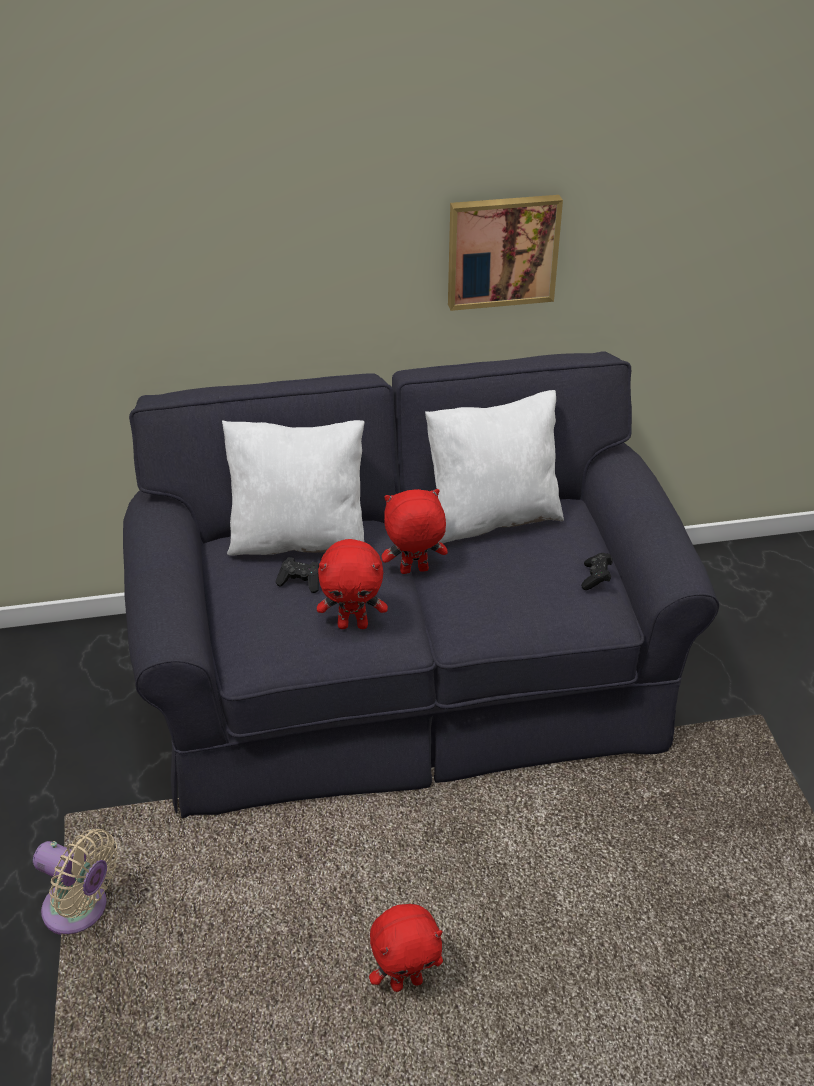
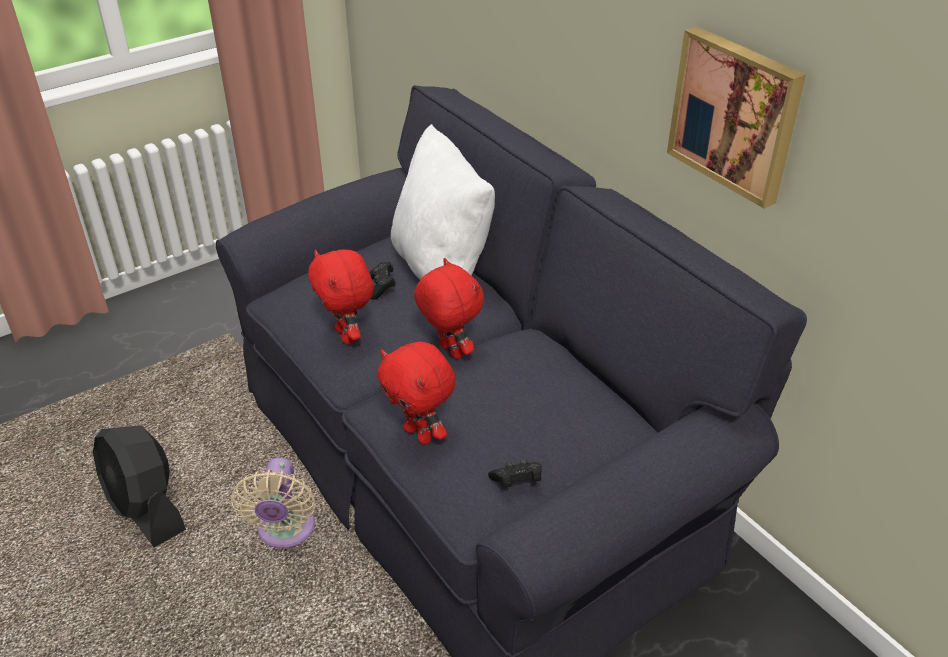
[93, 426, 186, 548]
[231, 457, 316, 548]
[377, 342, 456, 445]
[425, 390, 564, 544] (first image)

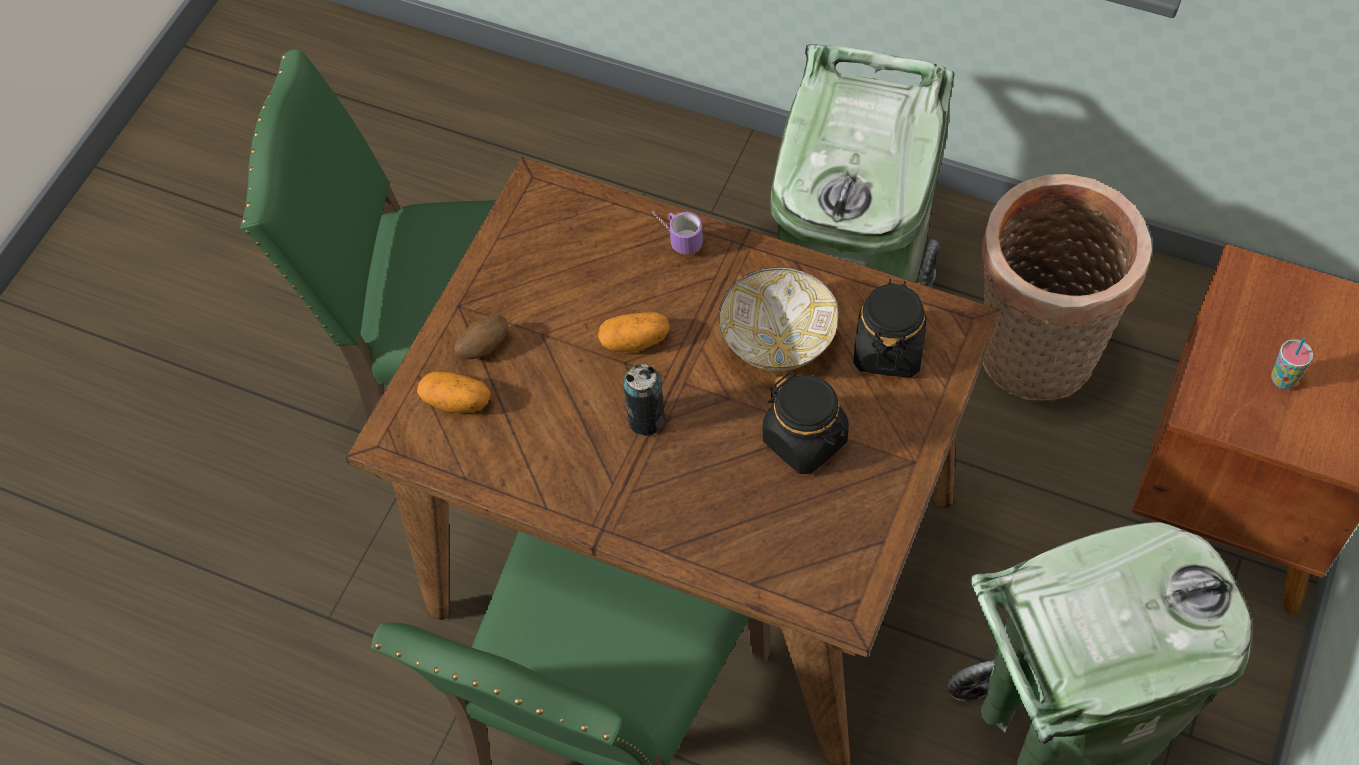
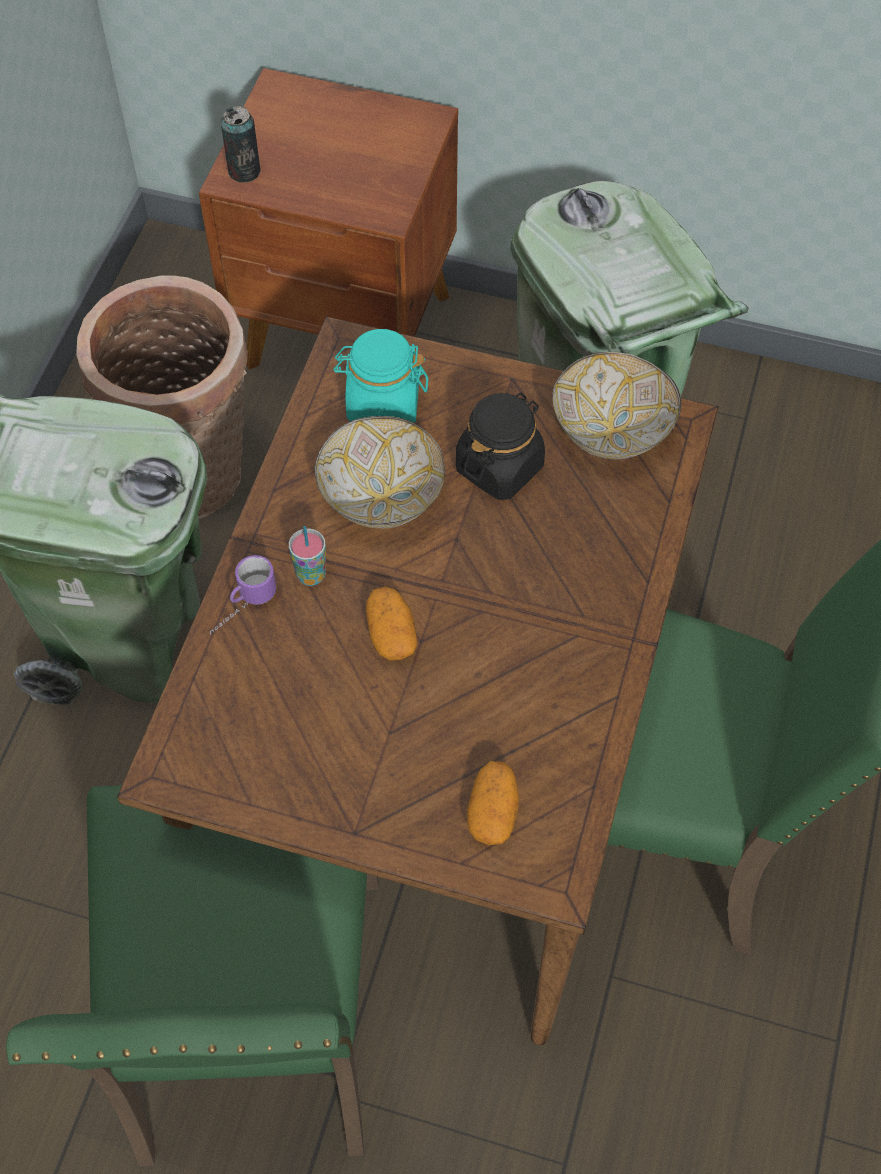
[221, 106, 260, 182]
[289, 526, 326, 586]
[333, 329, 428, 423]
[552, 352, 681, 459]
[454, 316, 508, 359] (first image)

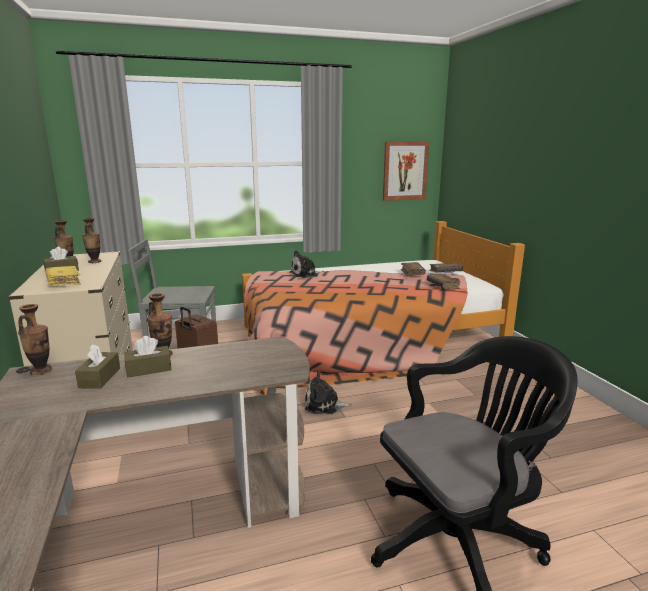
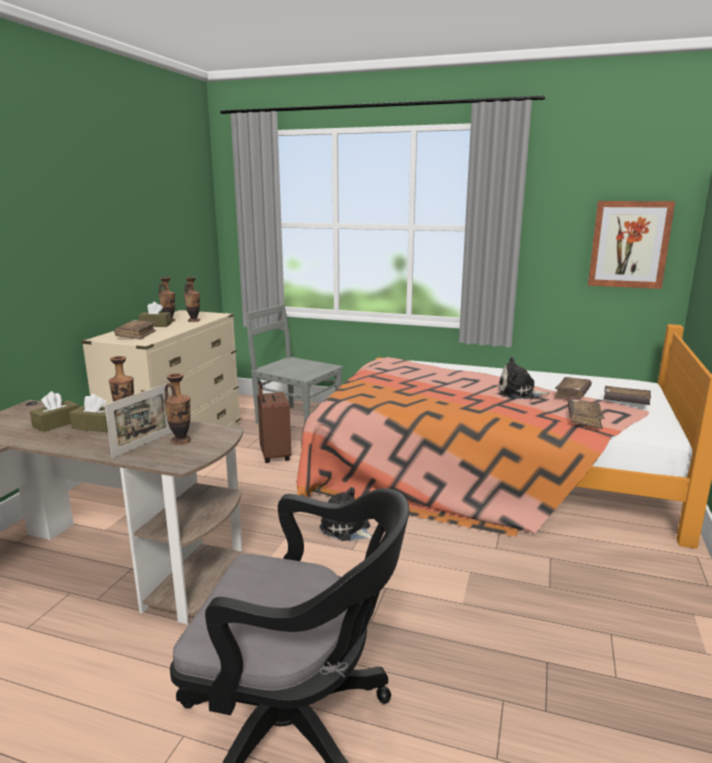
[104, 384, 172, 458]
[114, 320, 156, 340]
[164, 373, 191, 445]
[499, 357, 550, 399]

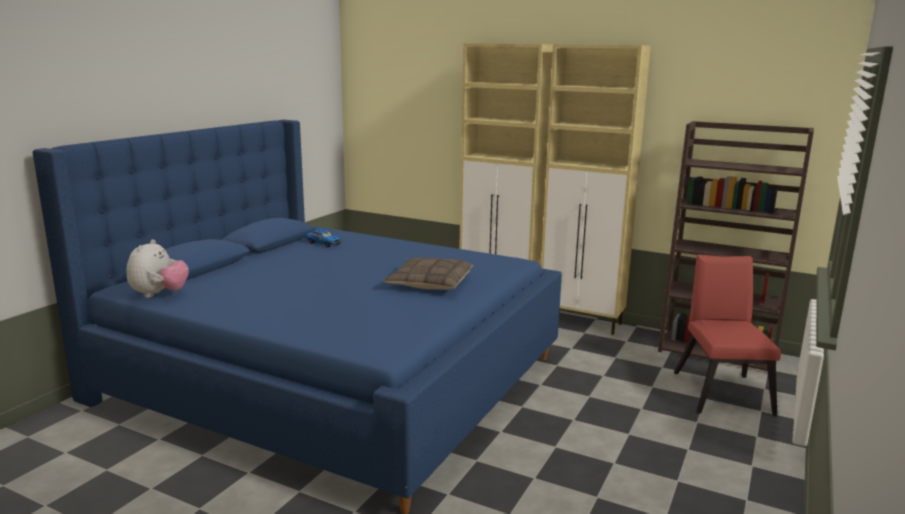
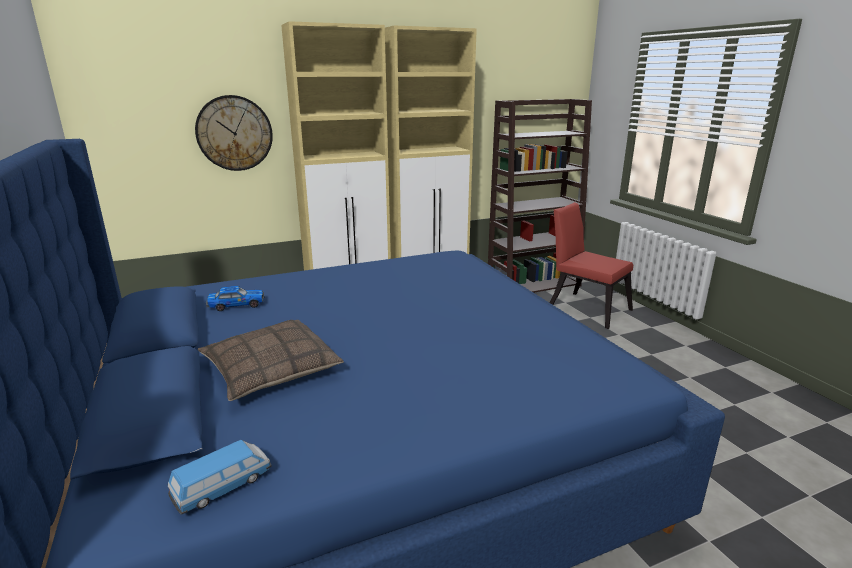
[168, 440, 272, 514]
[195, 95, 273, 171]
[198, 320, 344, 401]

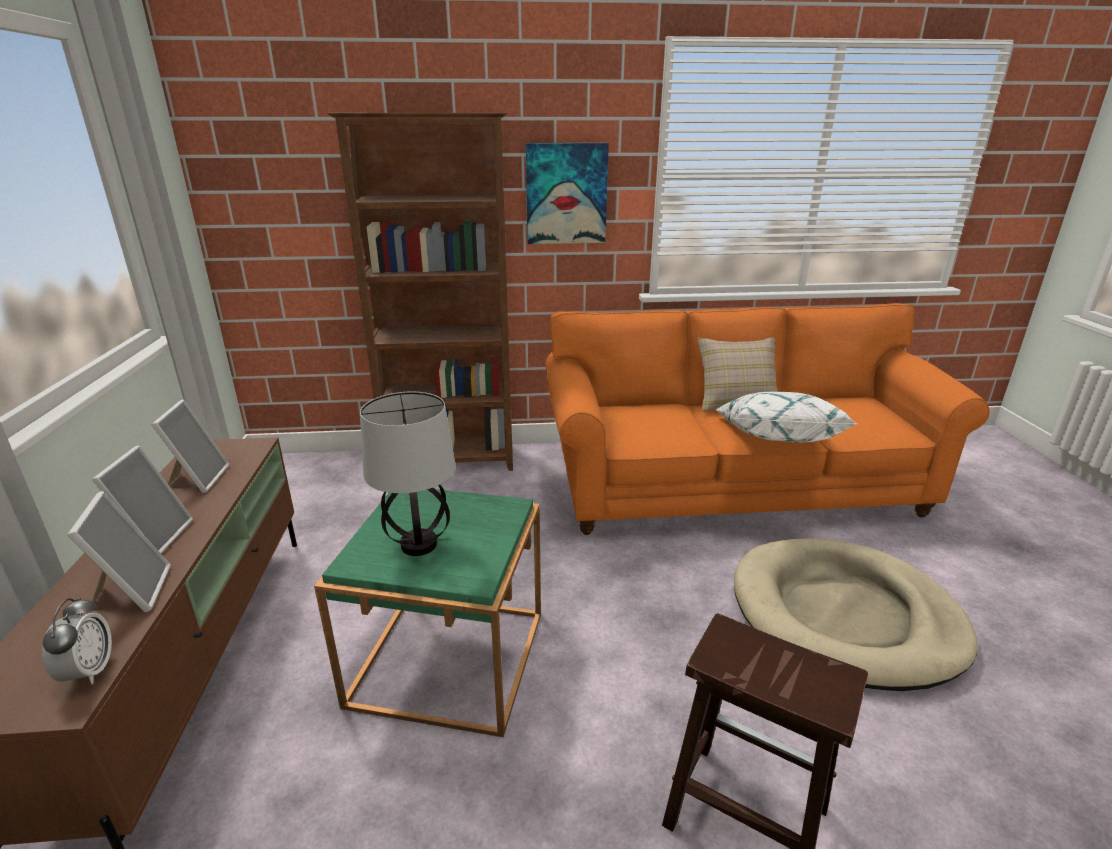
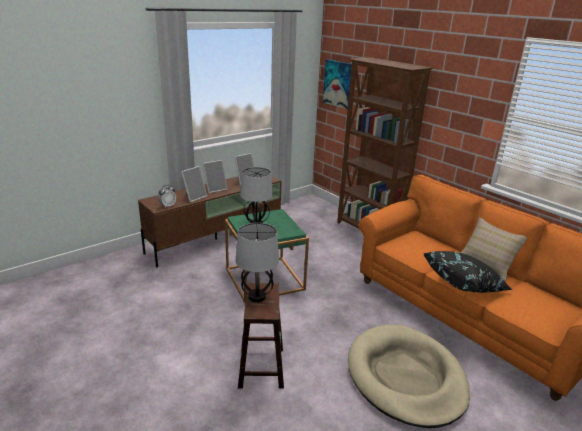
[236, 223, 279, 302]
[323, 59, 352, 109]
[423, 251, 512, 293]

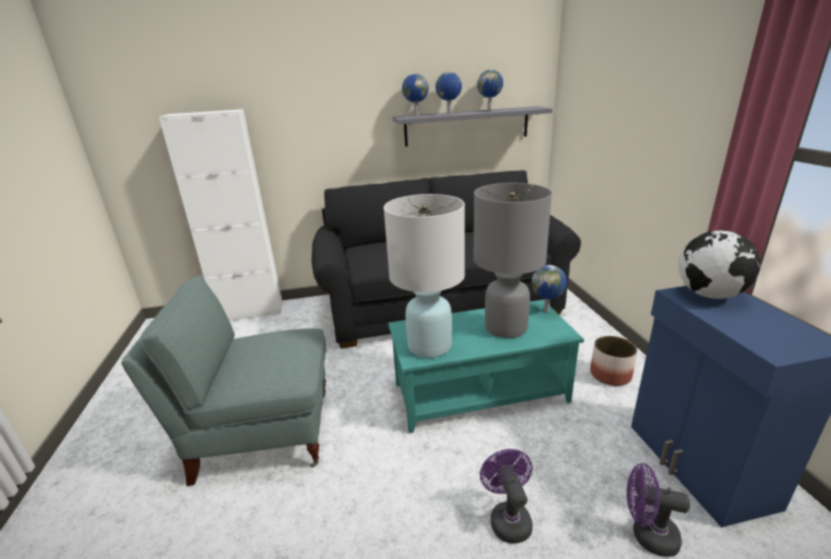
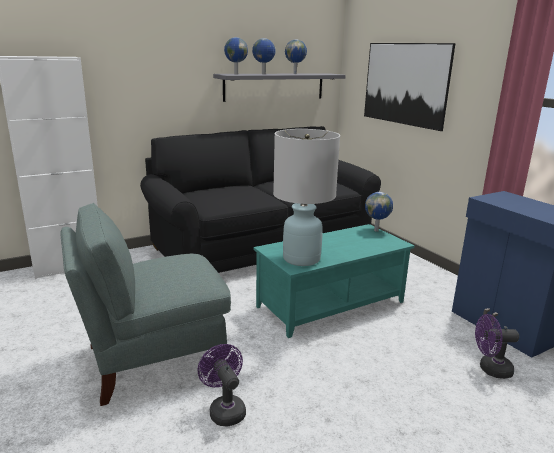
[197, 344, 246, 426]
[364, 43, 456, 131]
[473, 183, 552, 338] (first image)
[590, 336, 637, 386] (first image)
[678, 230, 761, 299] (first image)

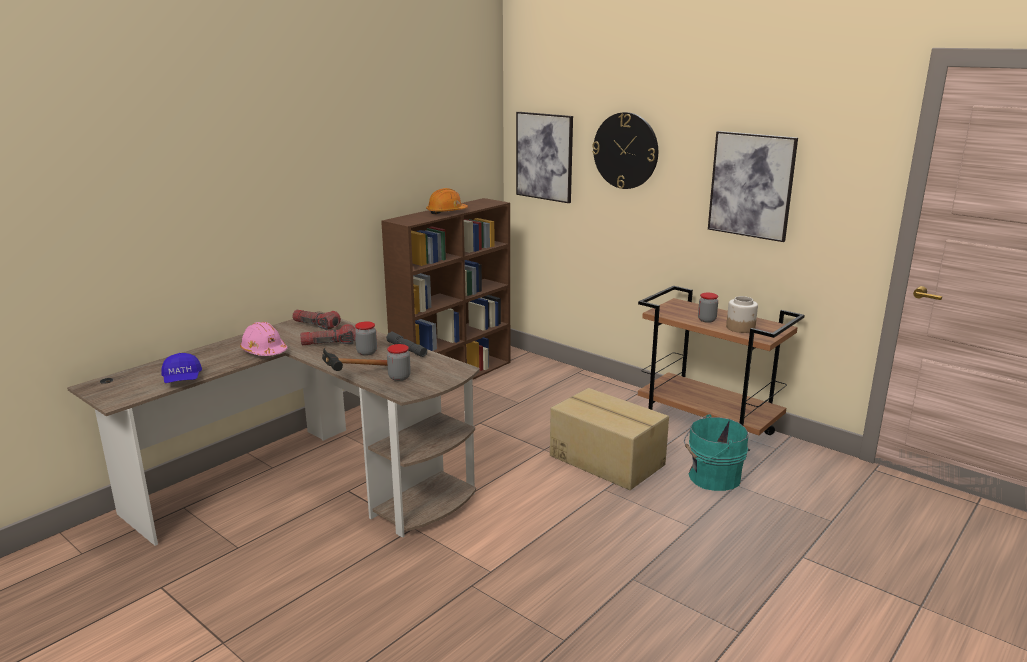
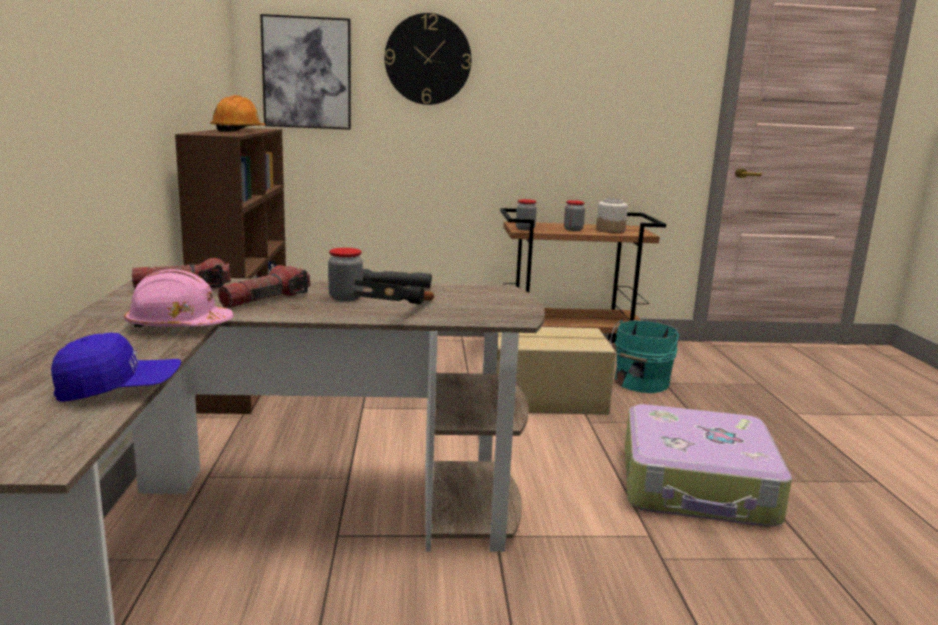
[51, 332, 181, 402]
[516, 199, 537, 230]
[625, 404, 792, 527]
[708, 131, 798, 242] (first image)

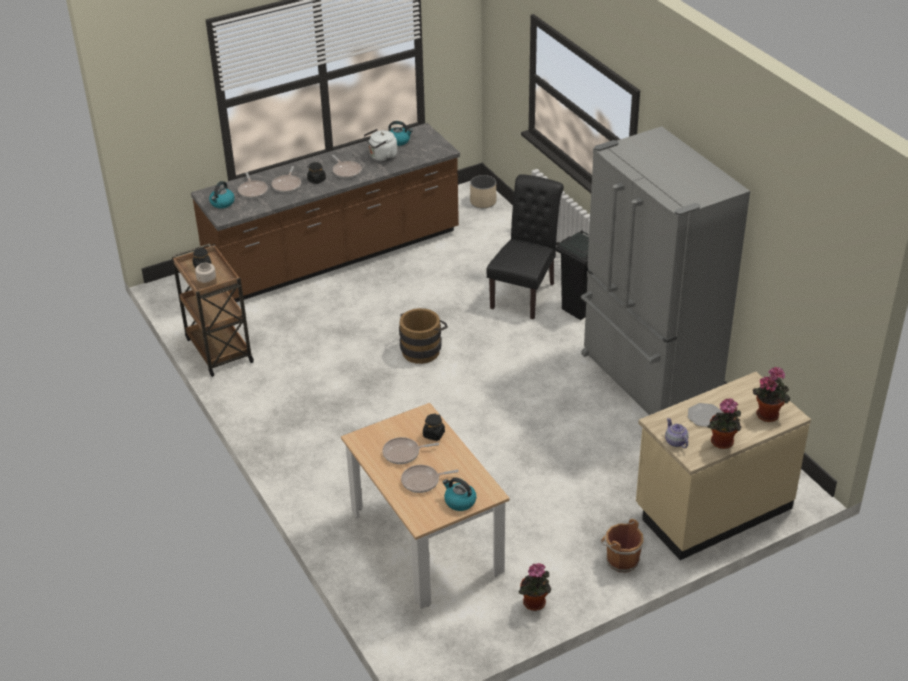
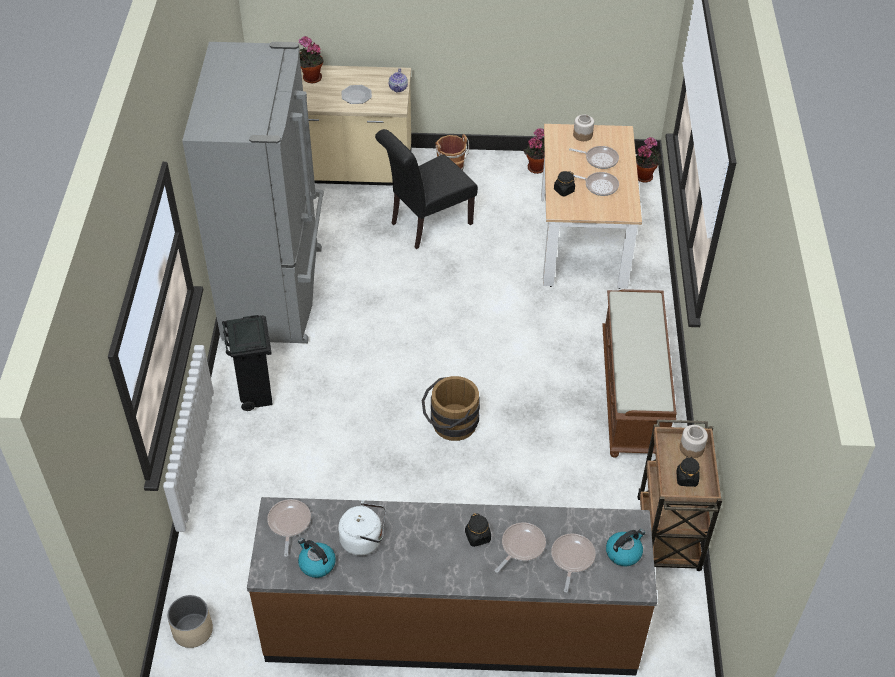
[267, 499, 311, 557]
[375, 129, 478, 249]
[573, 115, 594, 141]
[602, 289, 677, 458]
[636, 137, 662, 183]

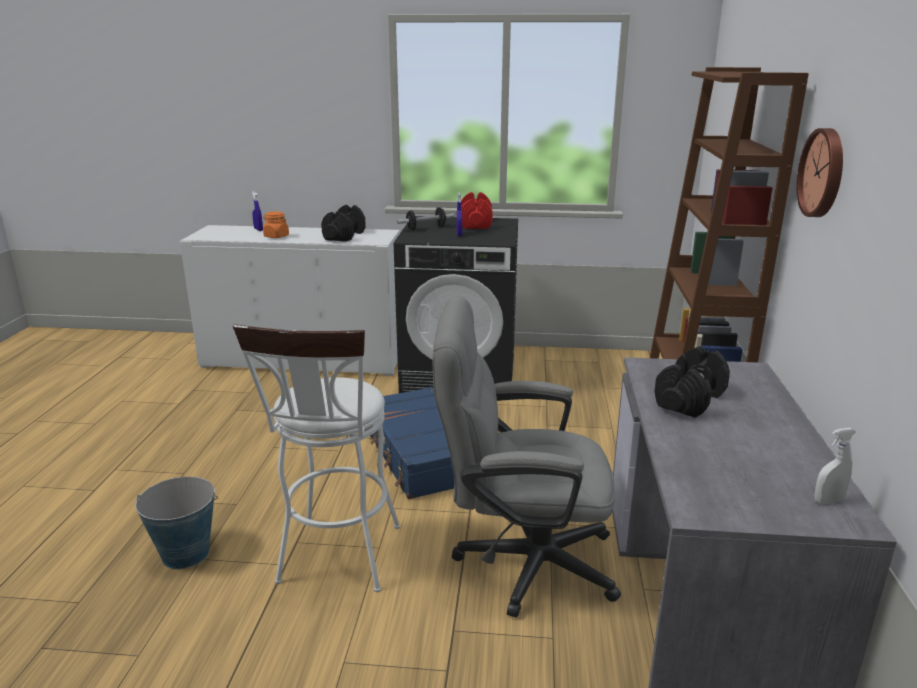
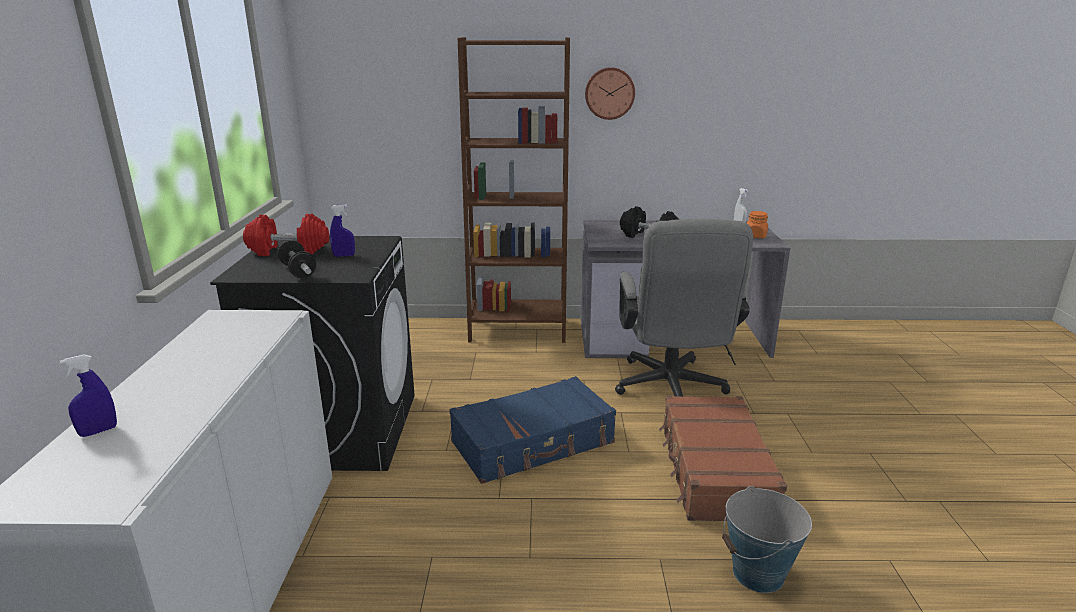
[659, 395, 787, 521]
[747, 211, 768, 238]
[321, 205, 366, 242] (first image)

